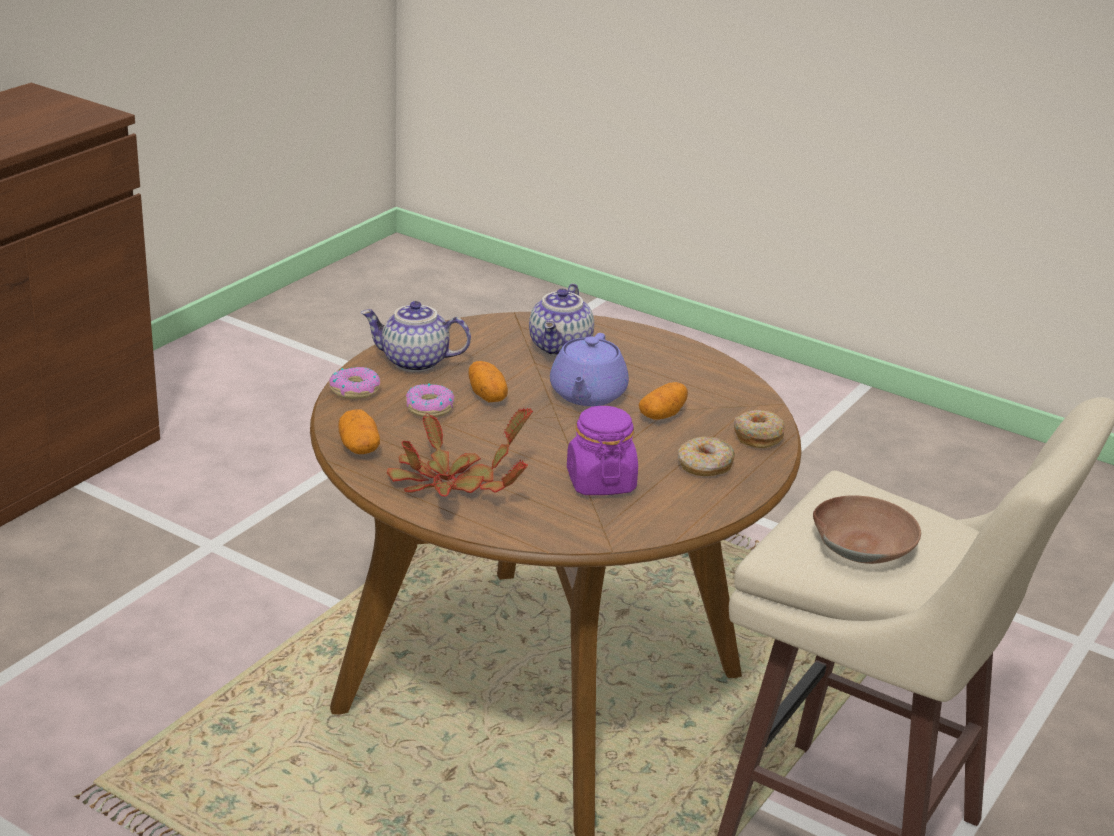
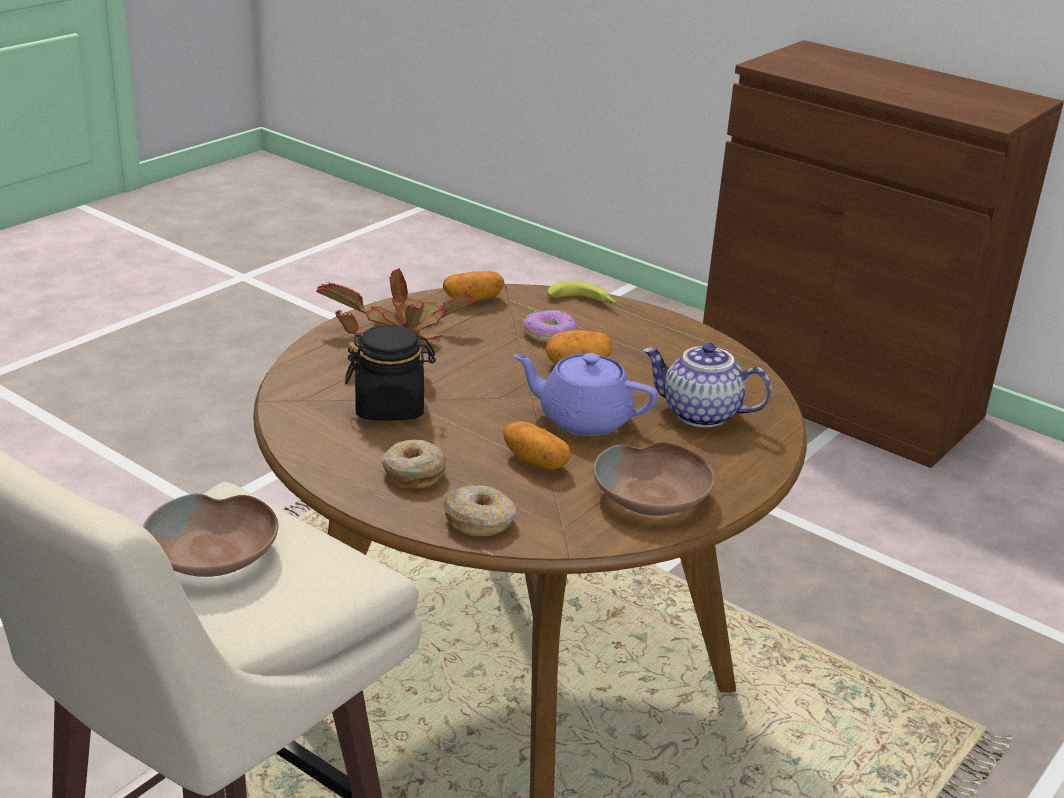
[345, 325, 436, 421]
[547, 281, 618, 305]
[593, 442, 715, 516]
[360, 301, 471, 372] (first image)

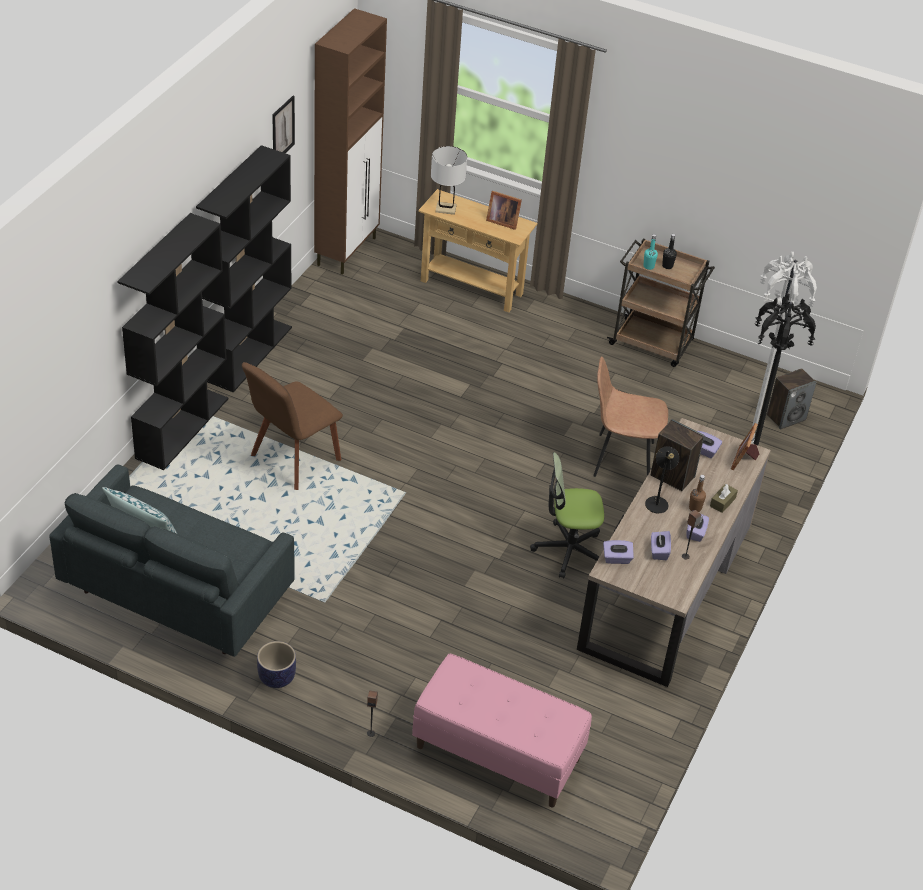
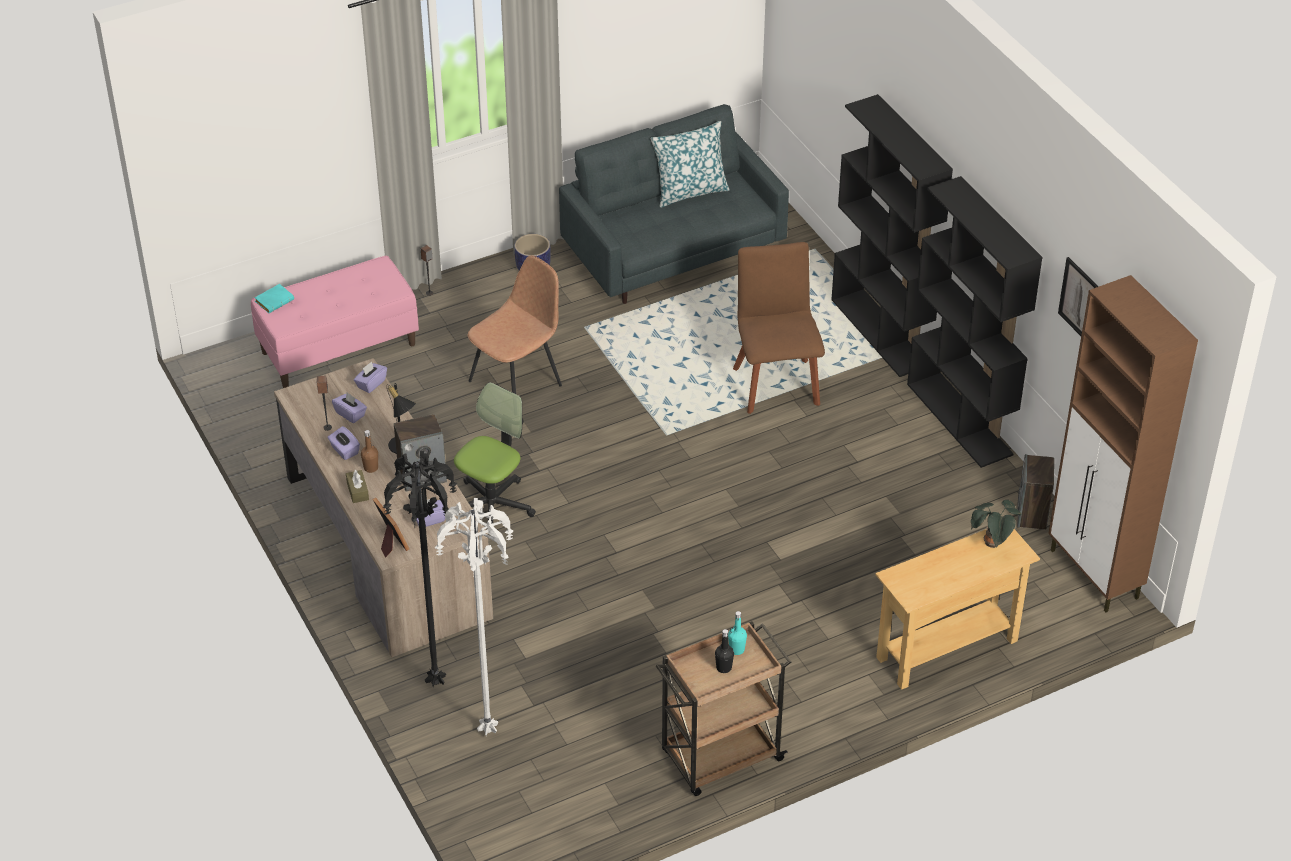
[255, 284, 294, 313]
[468, 255, 562, 394]
[971, 500, 1022, 548]
[1017, 454, 1054, 529]
[486, 191, 522, 230] (first image)

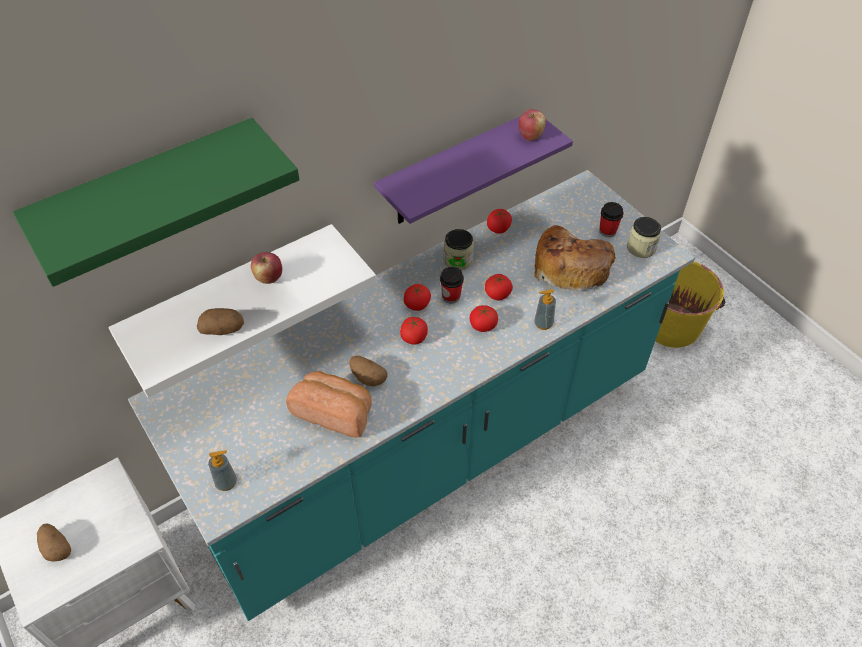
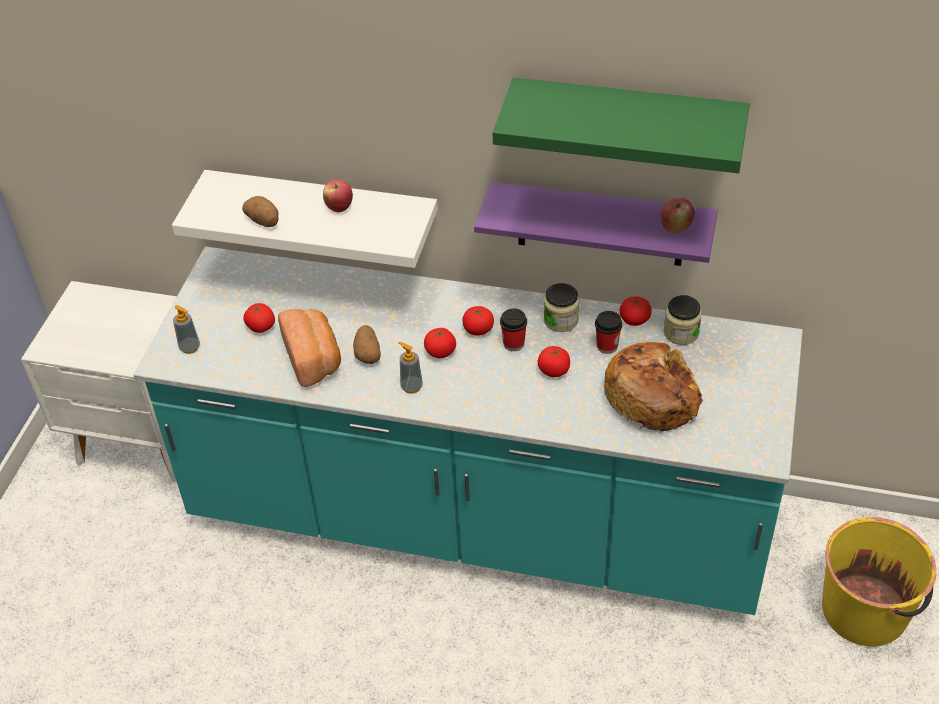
[243, 303, 275, 333]
[398, 342, 423, 394]
[493, 78, 750, 173]
[595, 311, 623, 354]
[664, 295, 702, 345]
[37, 523, 71, 562] (first image)

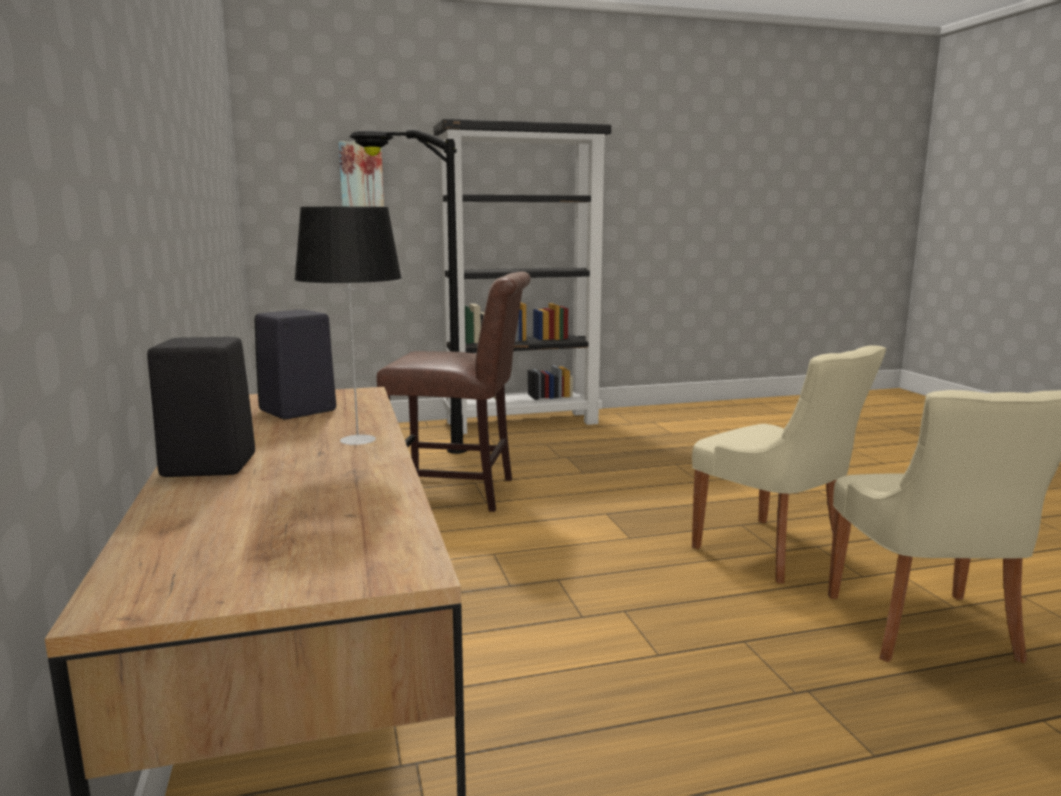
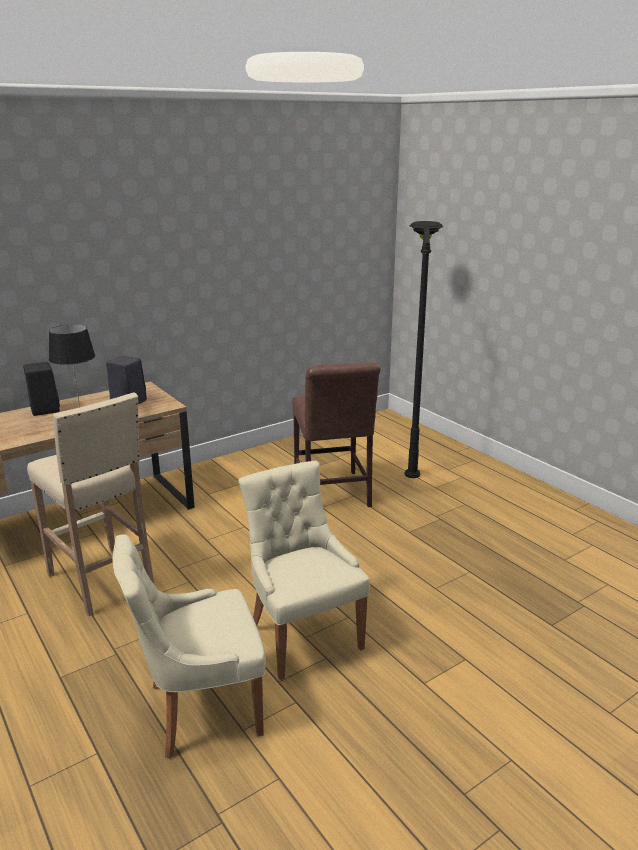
[27, 392, 155, 616]
[238, 461, 370, 680]
[339, 141, 384, 207] (first image)
[433, 119, 611, 434] (first image)

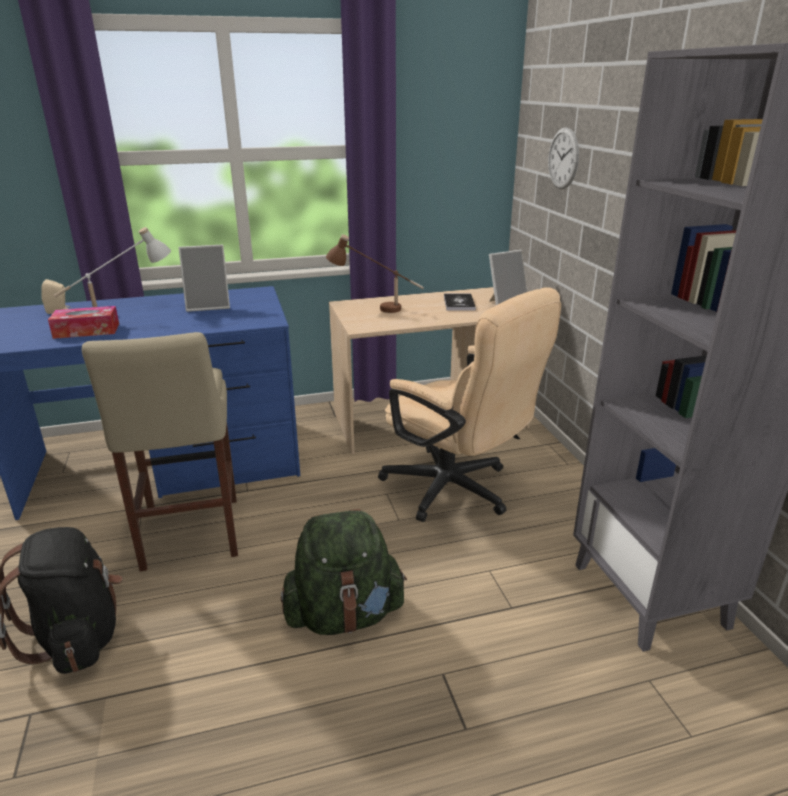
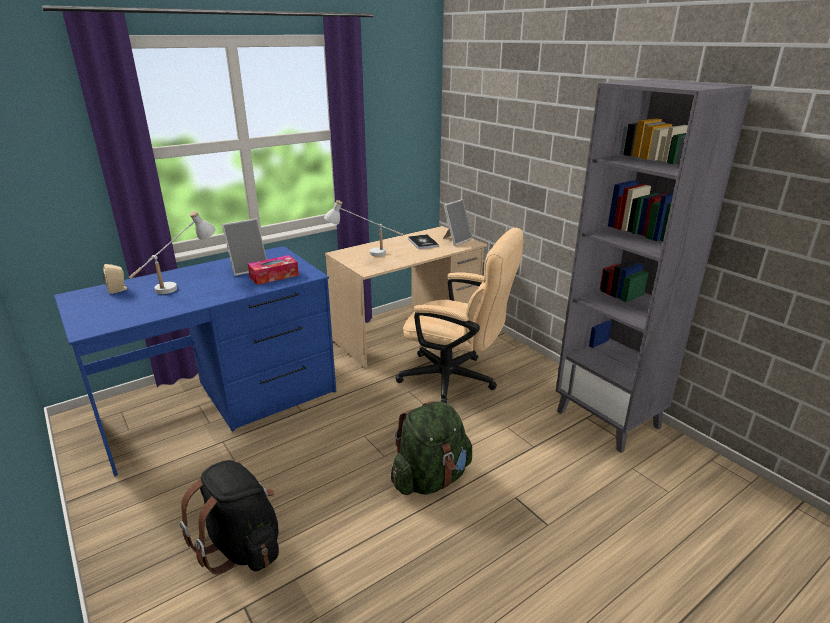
[248, 255, 299, 285]
[324, 200, 403, 256]
[82, 332, 238, 571] (first image)
[548, 127, 579, 189] (first image)

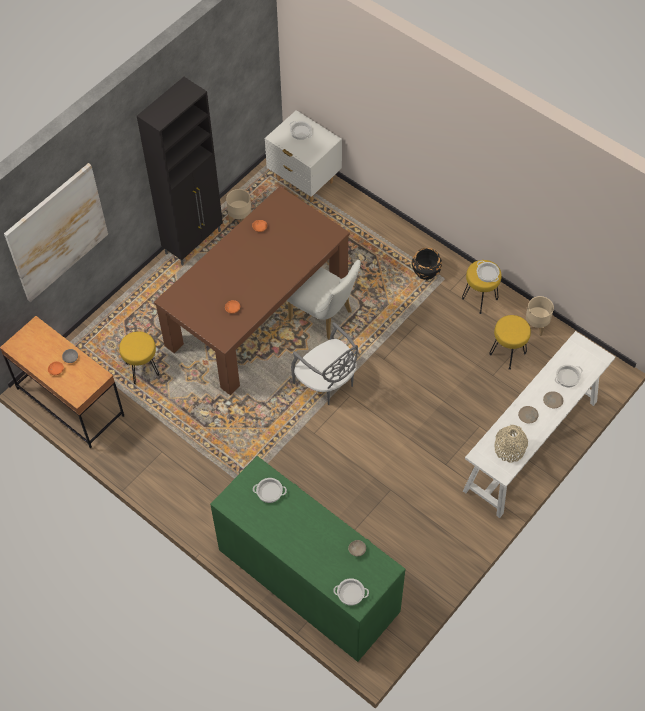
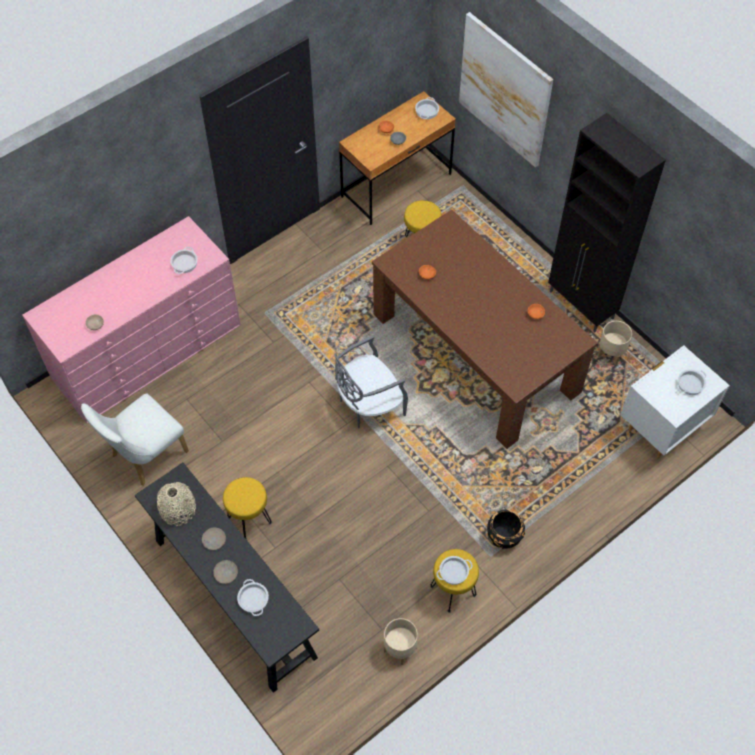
[22, 216, 241, 424]
[81, 393, 189, 486]
[135, 463, 319, 693]
[223, 477, 272, 540]
[415, 97, 439, 119]

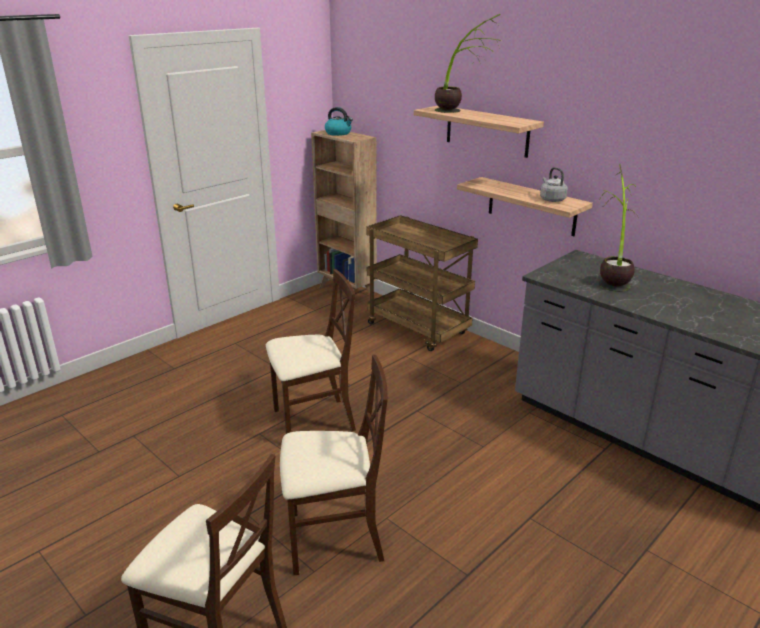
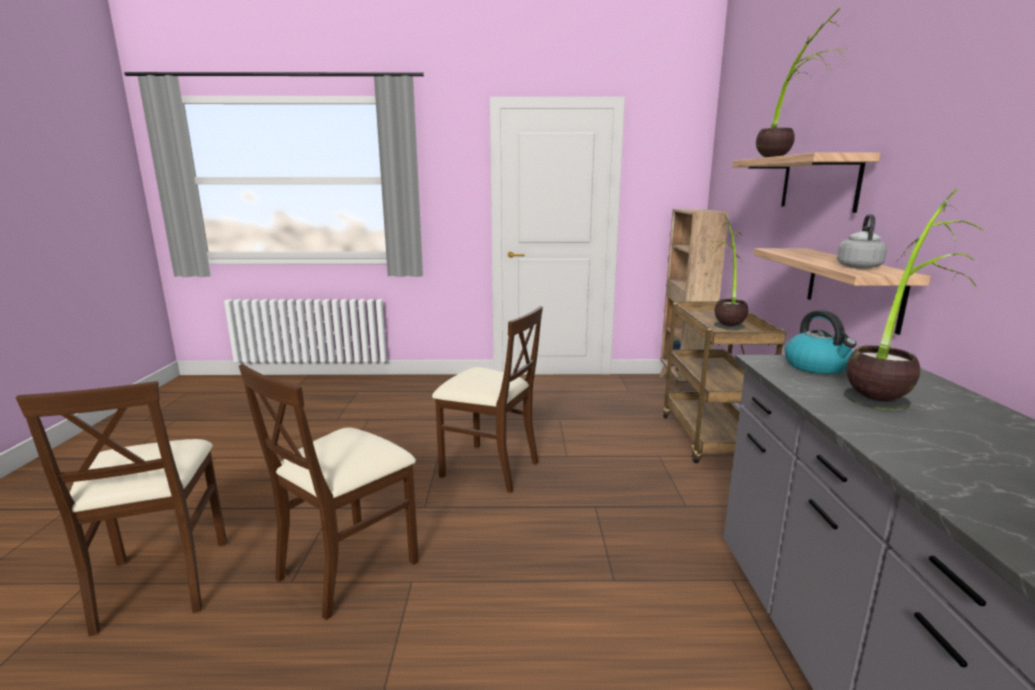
[239, 364, 419, 620]
[709, 215, 748, 330]
[785, 310, 857, 374]

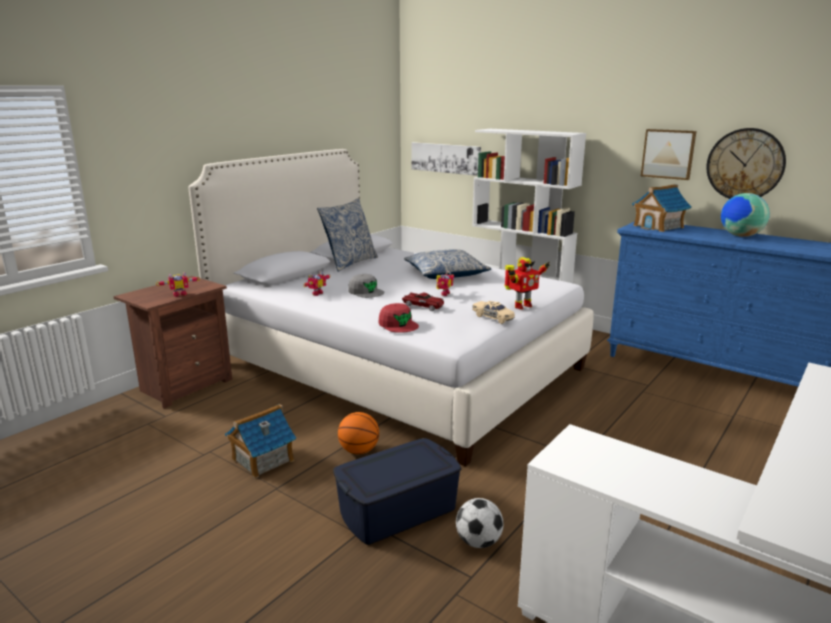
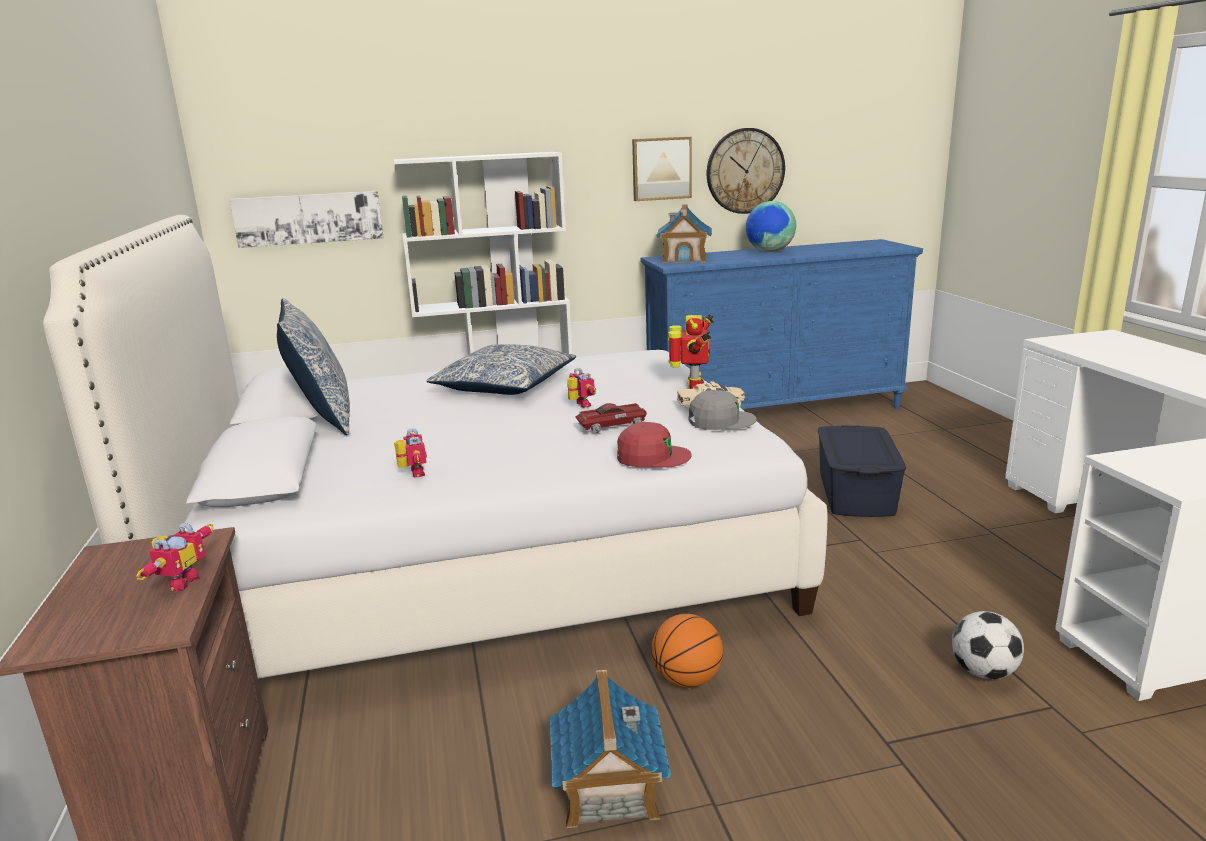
[689, 390, 756, 430]
[818, 425, 906, 517]

